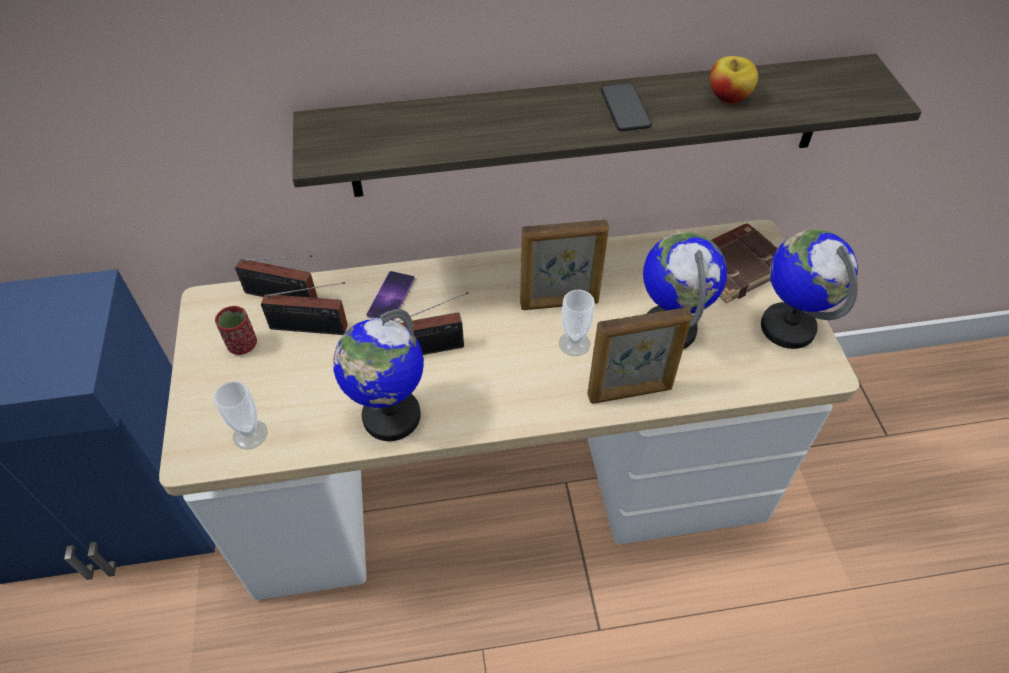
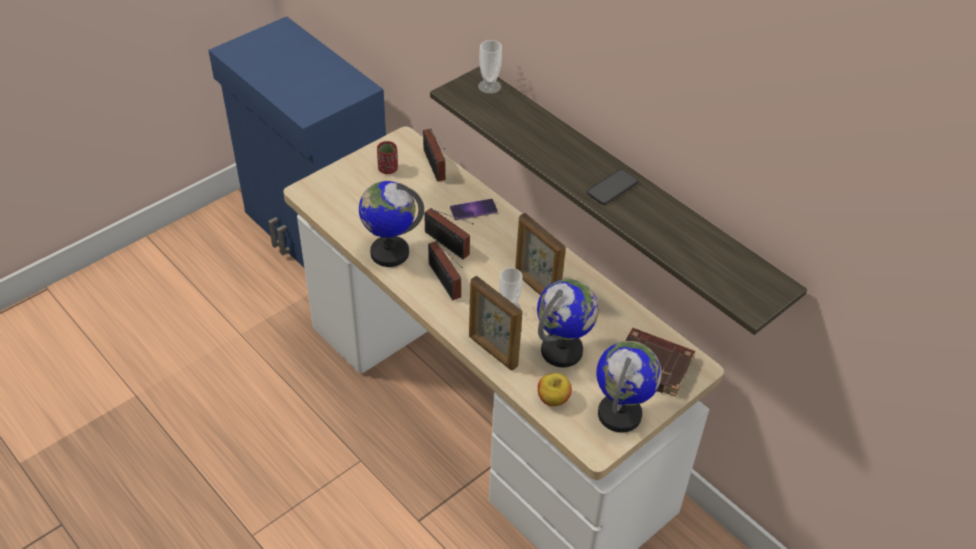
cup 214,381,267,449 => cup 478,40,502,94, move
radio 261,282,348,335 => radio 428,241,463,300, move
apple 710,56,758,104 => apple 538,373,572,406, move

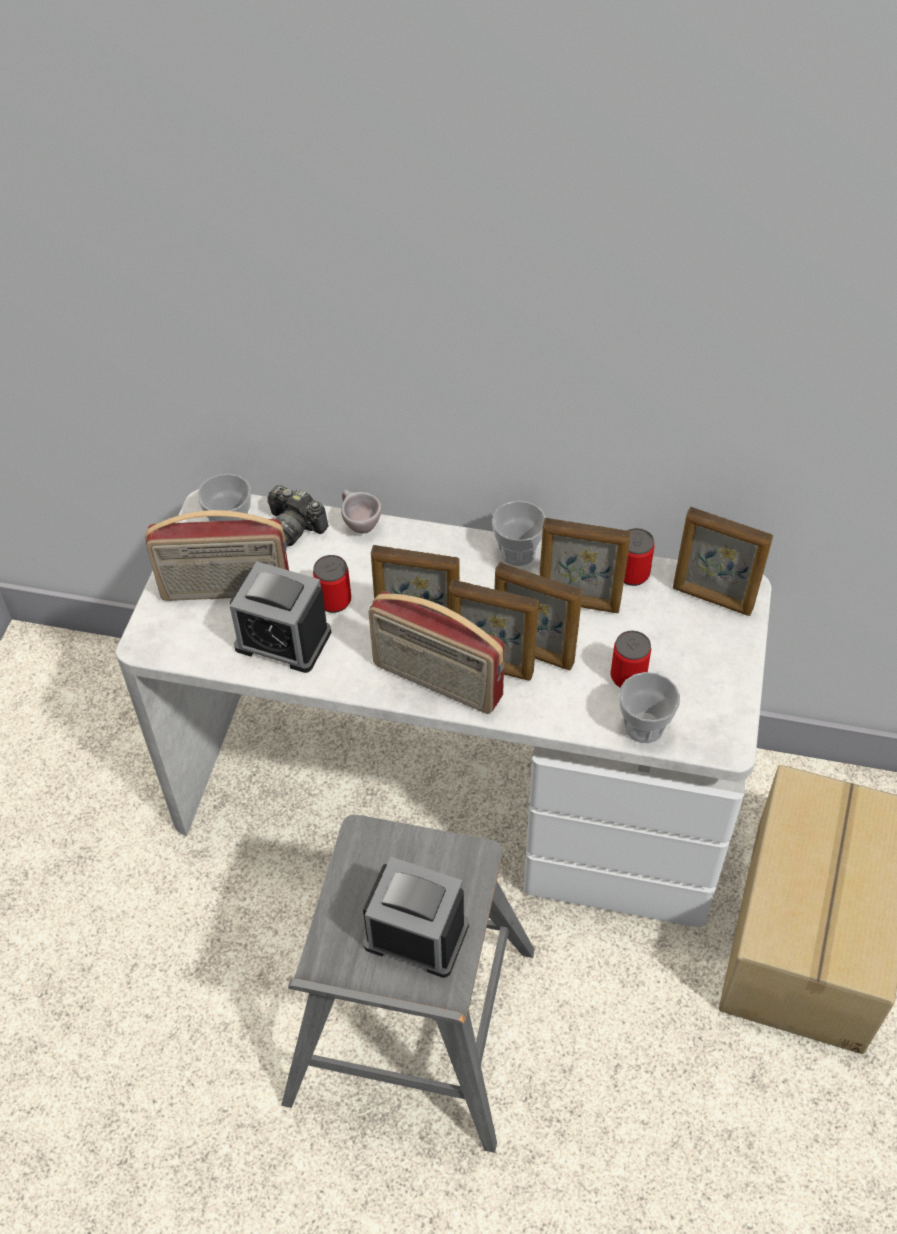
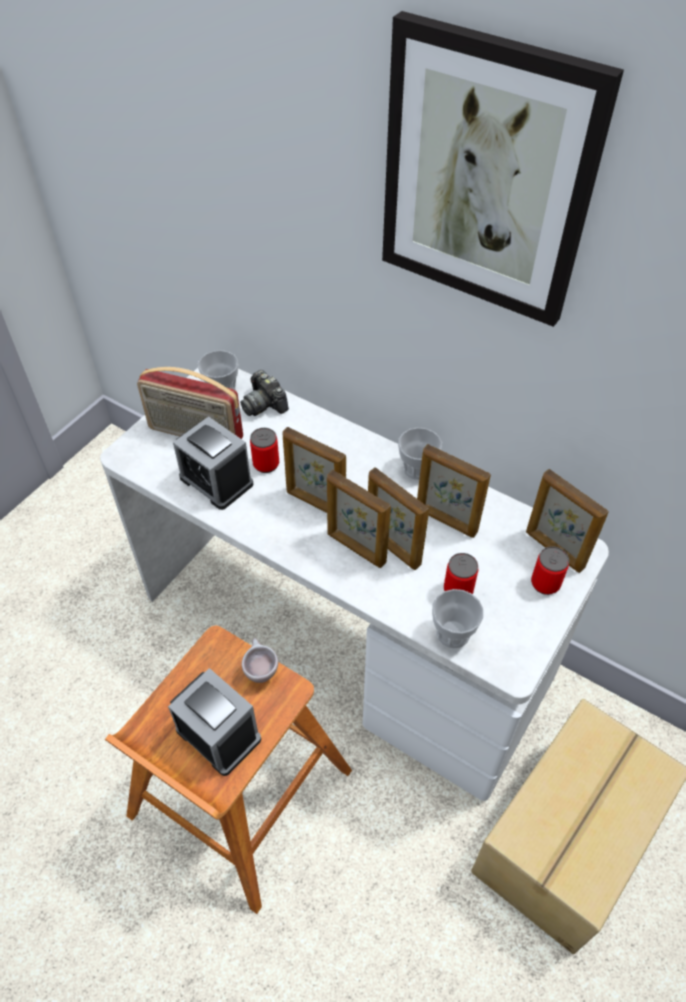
stool (grey) 281,815,535,1153 => stool (brown) 105,626,352,914
cup (beige) 341,490,382,534 => cup (beige) 242,638,278,683, move
radio 369,591,505,714 => nothing
can 624,528,655,586 => can 531,546,569,595, move
nothing => picture 382,11,624,327

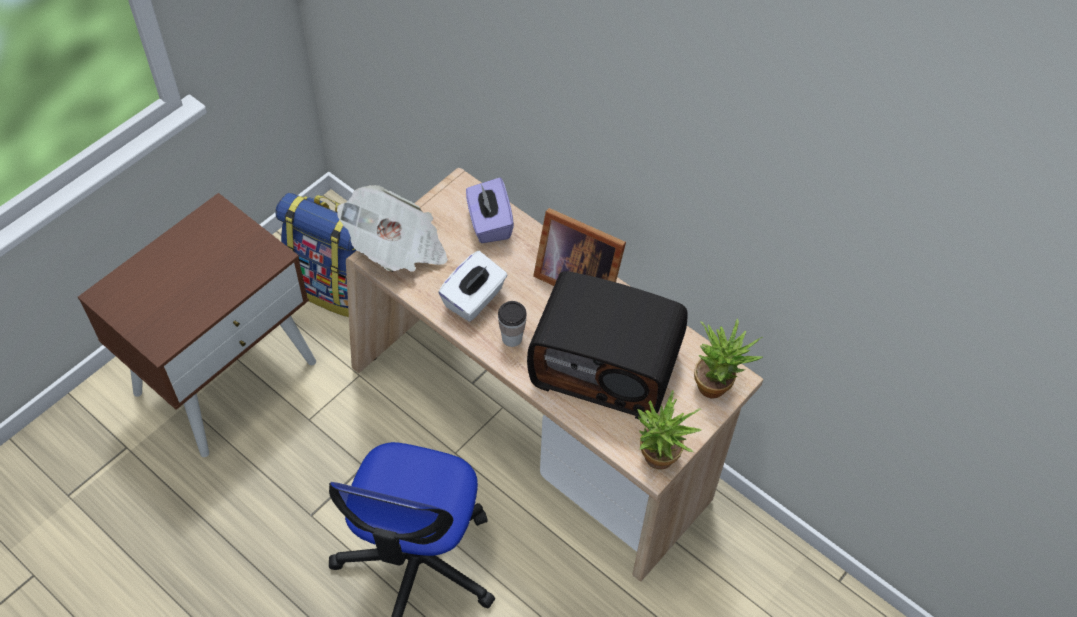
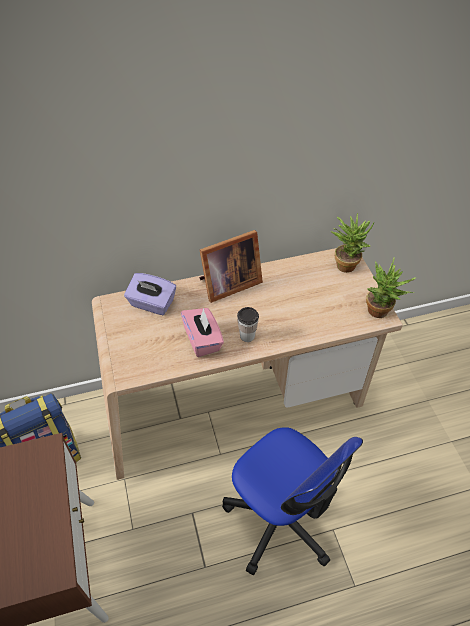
newspaper 337,185,448,272 => nothing
tissue box (white) 438,251,508,322 => tissue box (pink) 181,308,224,357
radio 527,271,688,421 => nothing

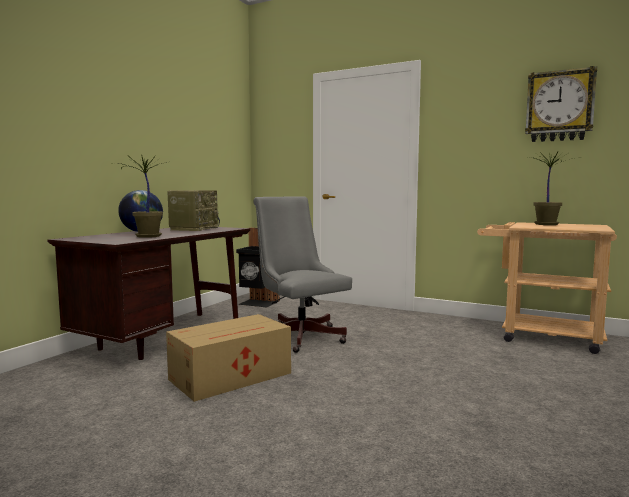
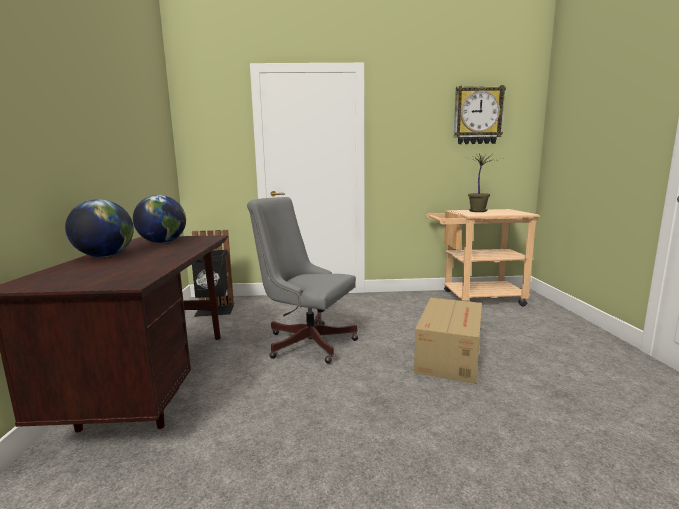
potted plant 119,155,166,238 => nothing
cardboard box 166,314,291,402 => cardboard box 414,298,482,384, move
radio 167,190,220,231 => globe 133,195,186,243

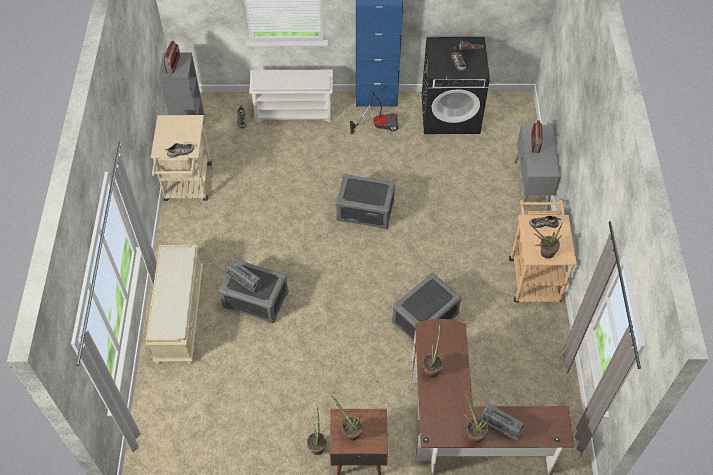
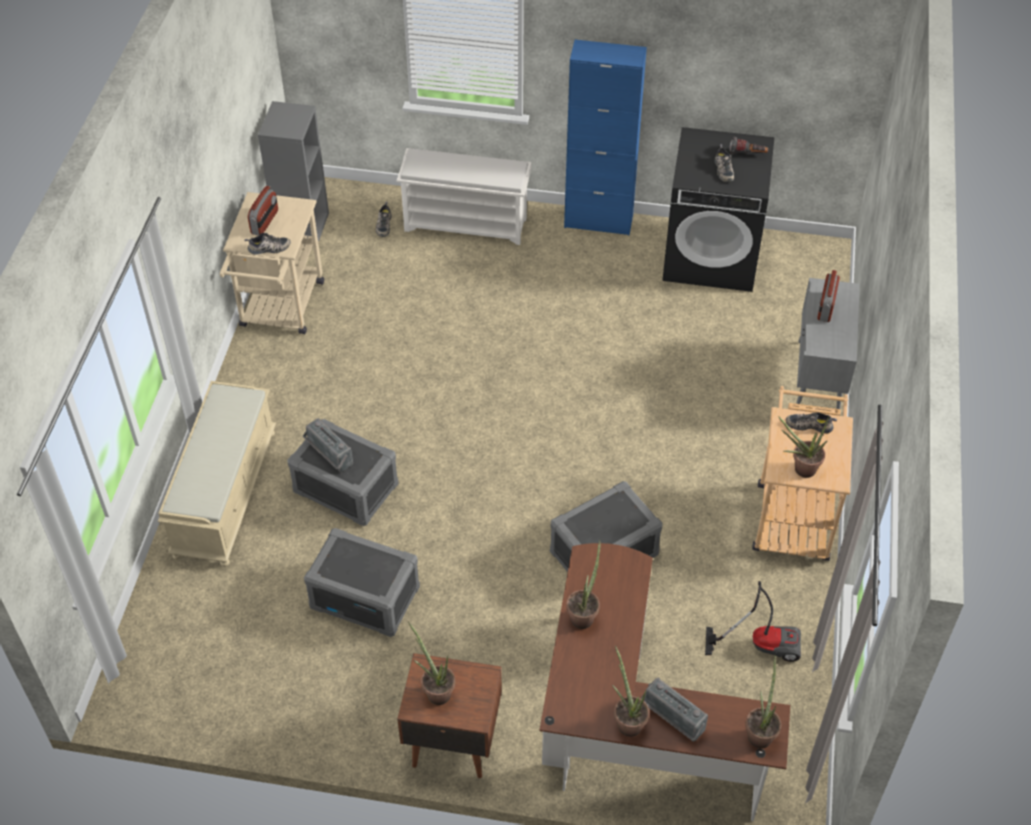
radio 164,41,180,73 => radio 248,186,278,236, move
potted plant 307,404,327,455 => potted plant 745,654,781,748, move
storage box (grey) 336,174,395,229 => storage box (grey) 304,528,420,637, move
vacuum cleaner 350,89,399,134 => vacuum cleaner 705,581,801,662, move

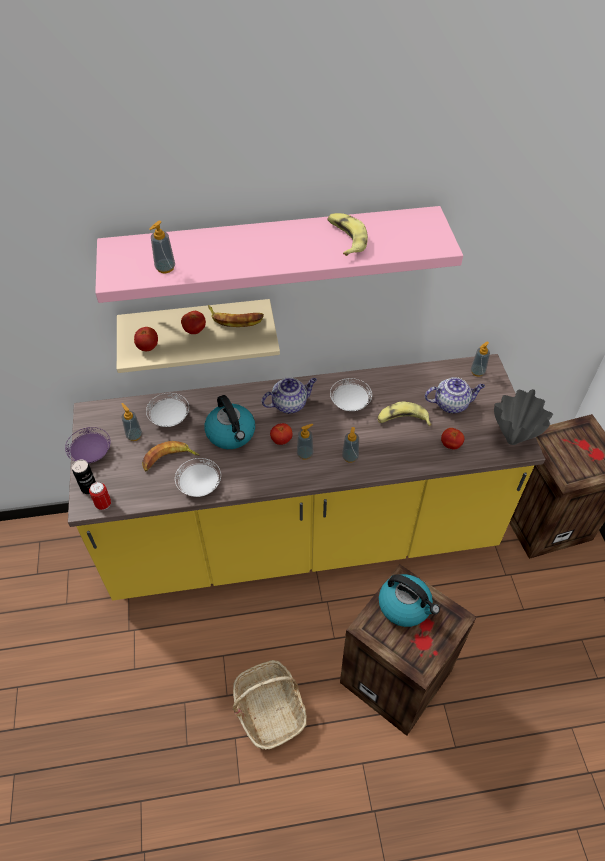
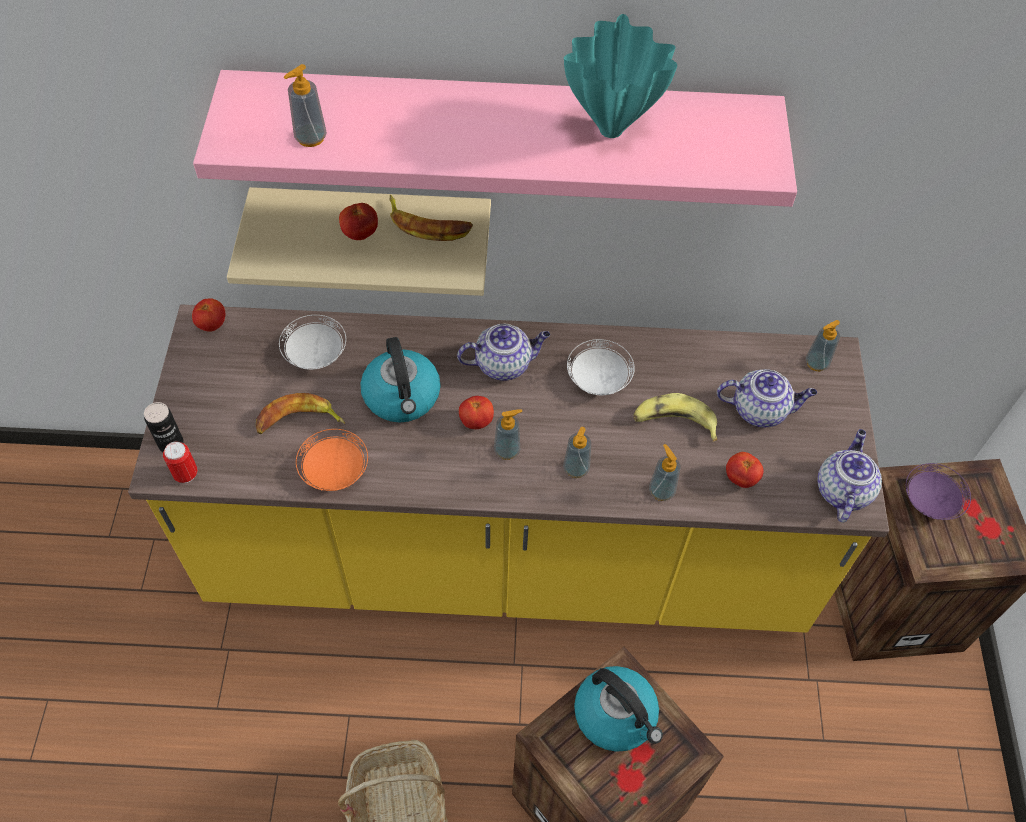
plate (purple) 65,427,111,464 => plate (purple) 906,463,971,520, move
soap dispenser 122,403,142,441 => soap dispenser 649,444,681,501, move
tomato 134,327,158,351 => tomato 192,298,225,332, move
plate (white) 175,458,221,497 => plate (orange) 296,429,368,491
banana 327,213,368,256 => vase (turquoise) 564,14,677,138
vase (grey) 494,389,553,445 => teapot 817,429,882,522

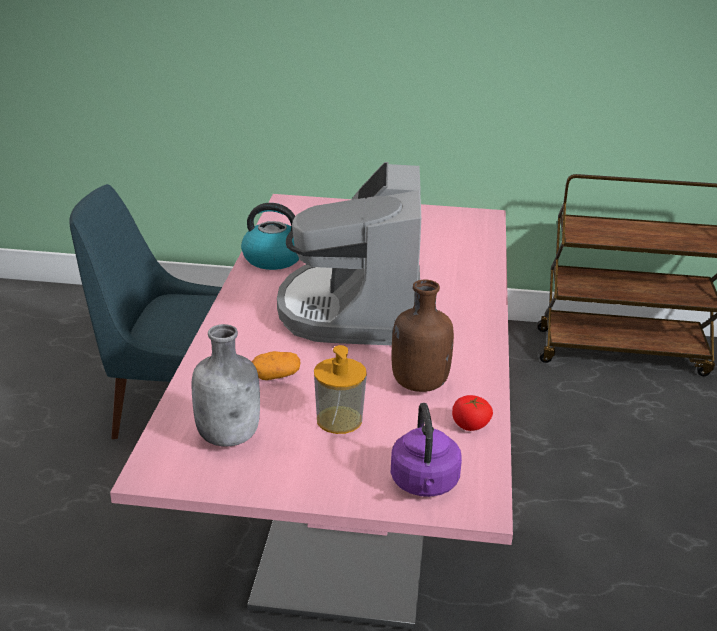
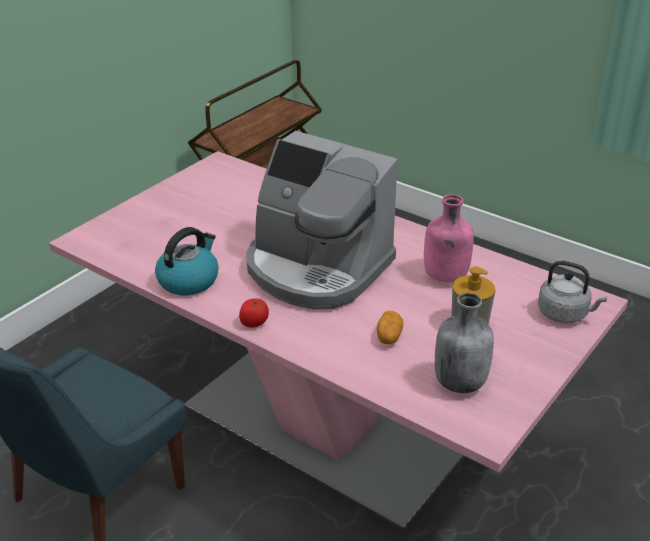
kettle (purple) 391,403,462,497 => kettle (grey) 538,261,607,323
bottle (brown) 392,280,454,392 => bottle (pink) 424,194,474,282
tomato 452,395,493,431 => tomato 239,298,269,328, move

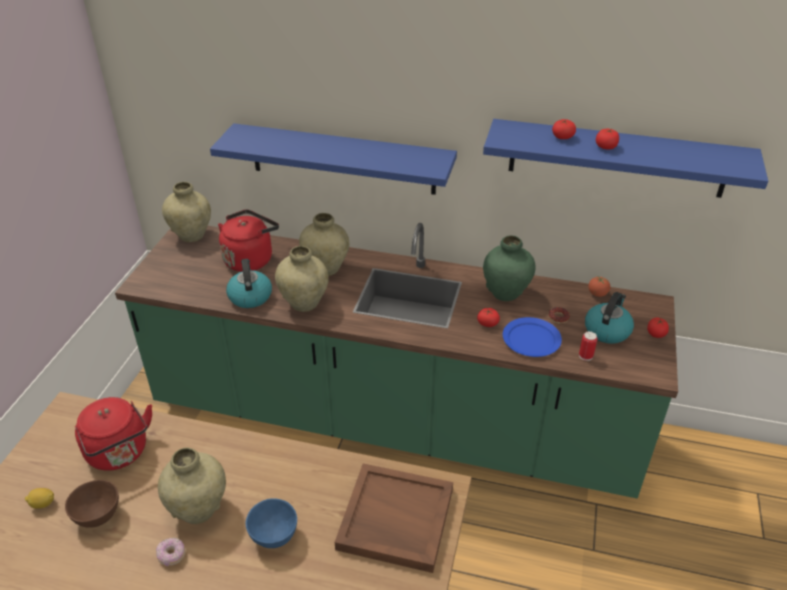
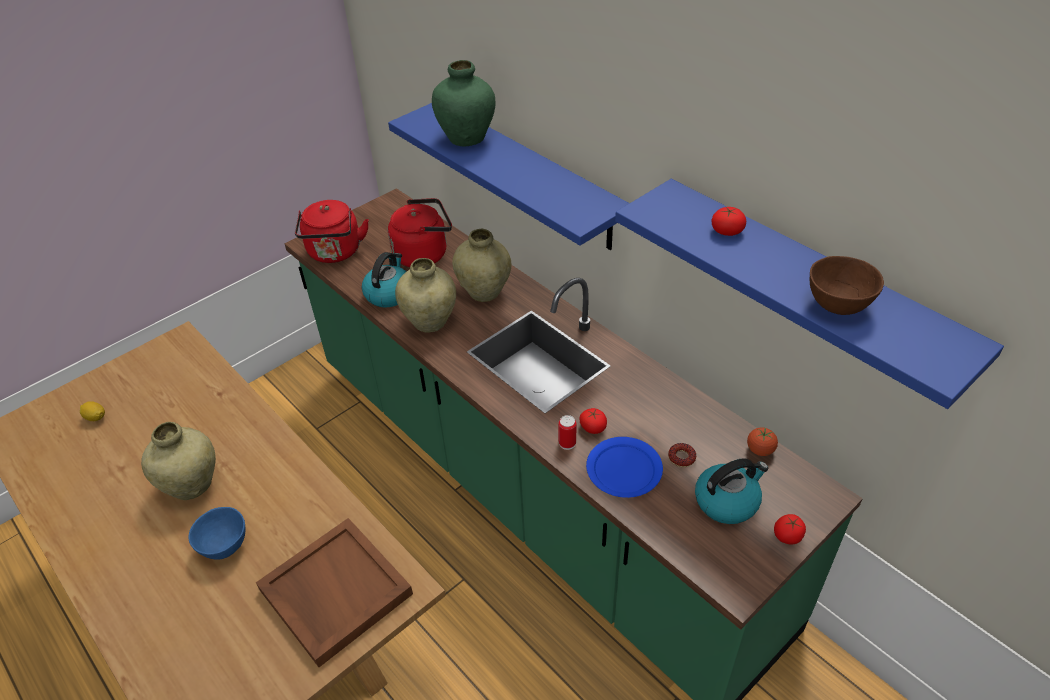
bowl (brown) 65,480,119,528 => bowl (brown) 810,256,884,315, move
kettle (red) 75,397,152,471 => kettle (red) 295,200,369,263, move
donut 156,538,186,567 => nothing
vase (beige) 162,182,211,242 => nothing
vase (green) 483,235,536,301 => vase (green) 432,60,496,146, move
can 579,331,597,361 => can 558,415,576,450, move
tomato 596,128,619,150 => nothing

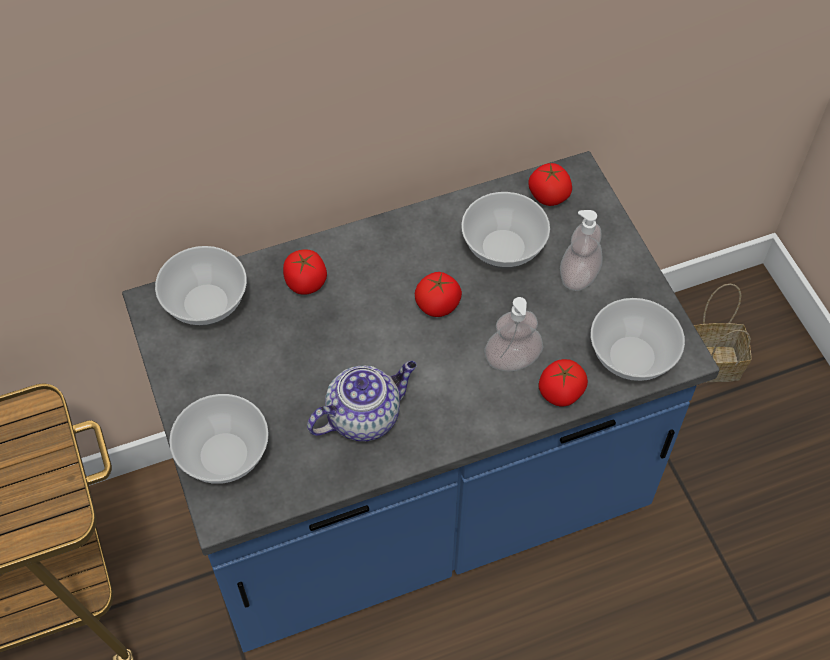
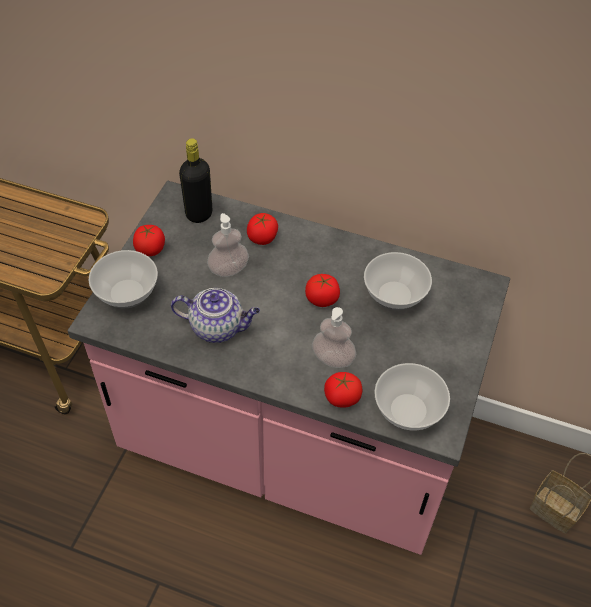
counter (blue) 122,151,720,652 => counter (pink) 68,181,510,555
bowl 155,246,247,326 => bottle (black) 179,138,213,223
tomato 528,163,572,206 => tomato 133,225,165,256, move
soap dispenser 560,210,603,291 => soap dispenser 207,213,249,277, move

